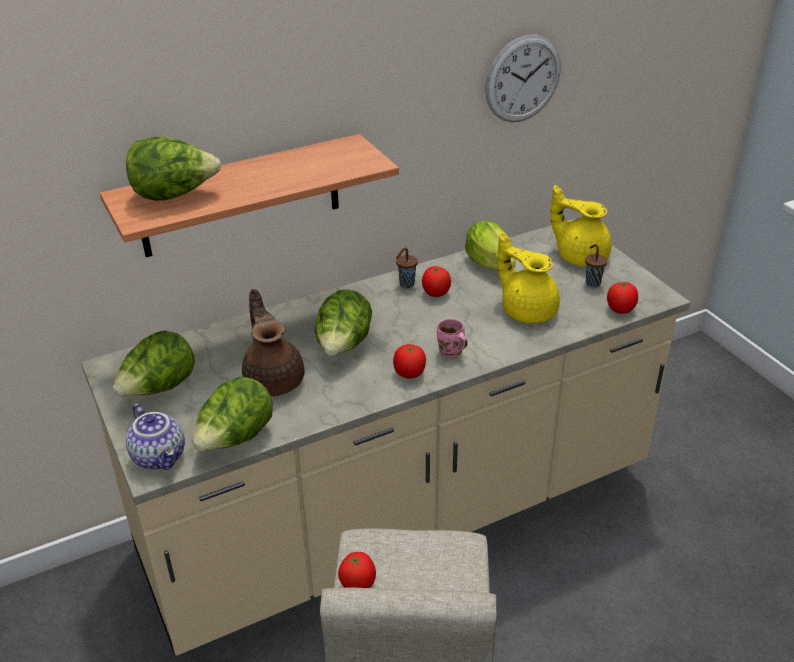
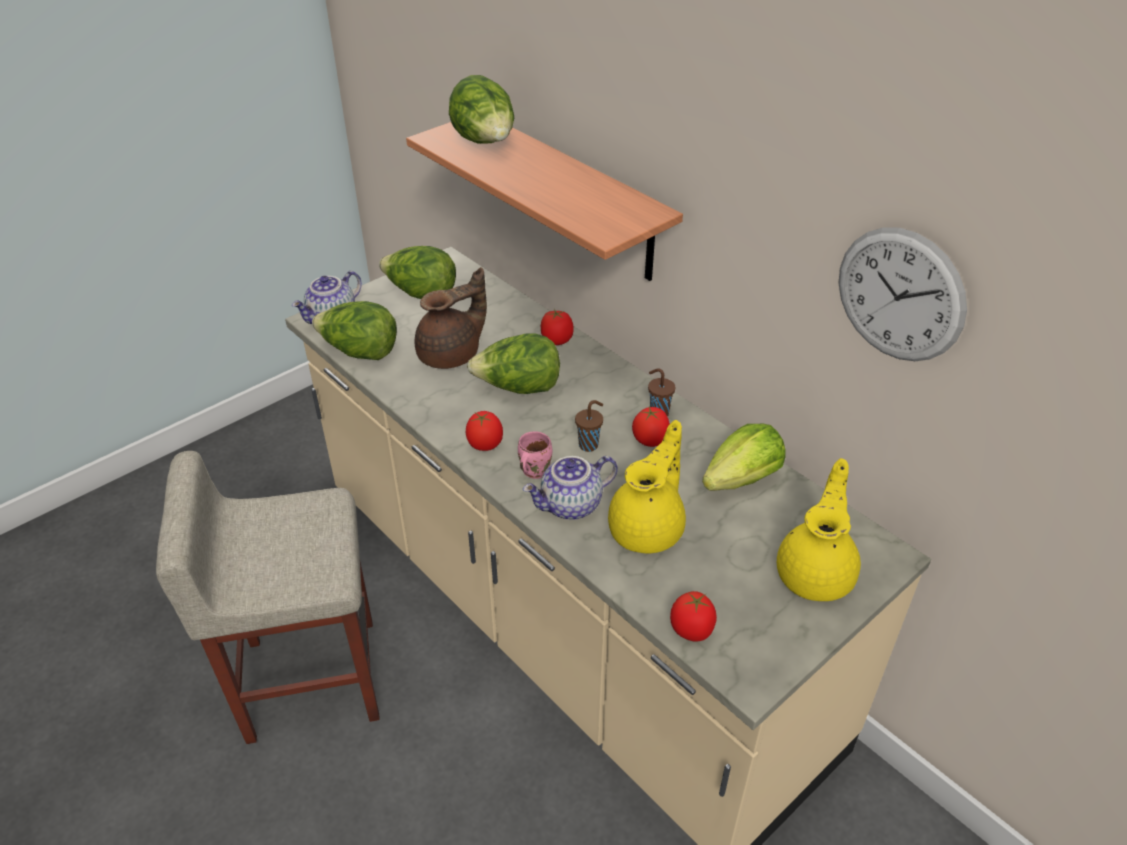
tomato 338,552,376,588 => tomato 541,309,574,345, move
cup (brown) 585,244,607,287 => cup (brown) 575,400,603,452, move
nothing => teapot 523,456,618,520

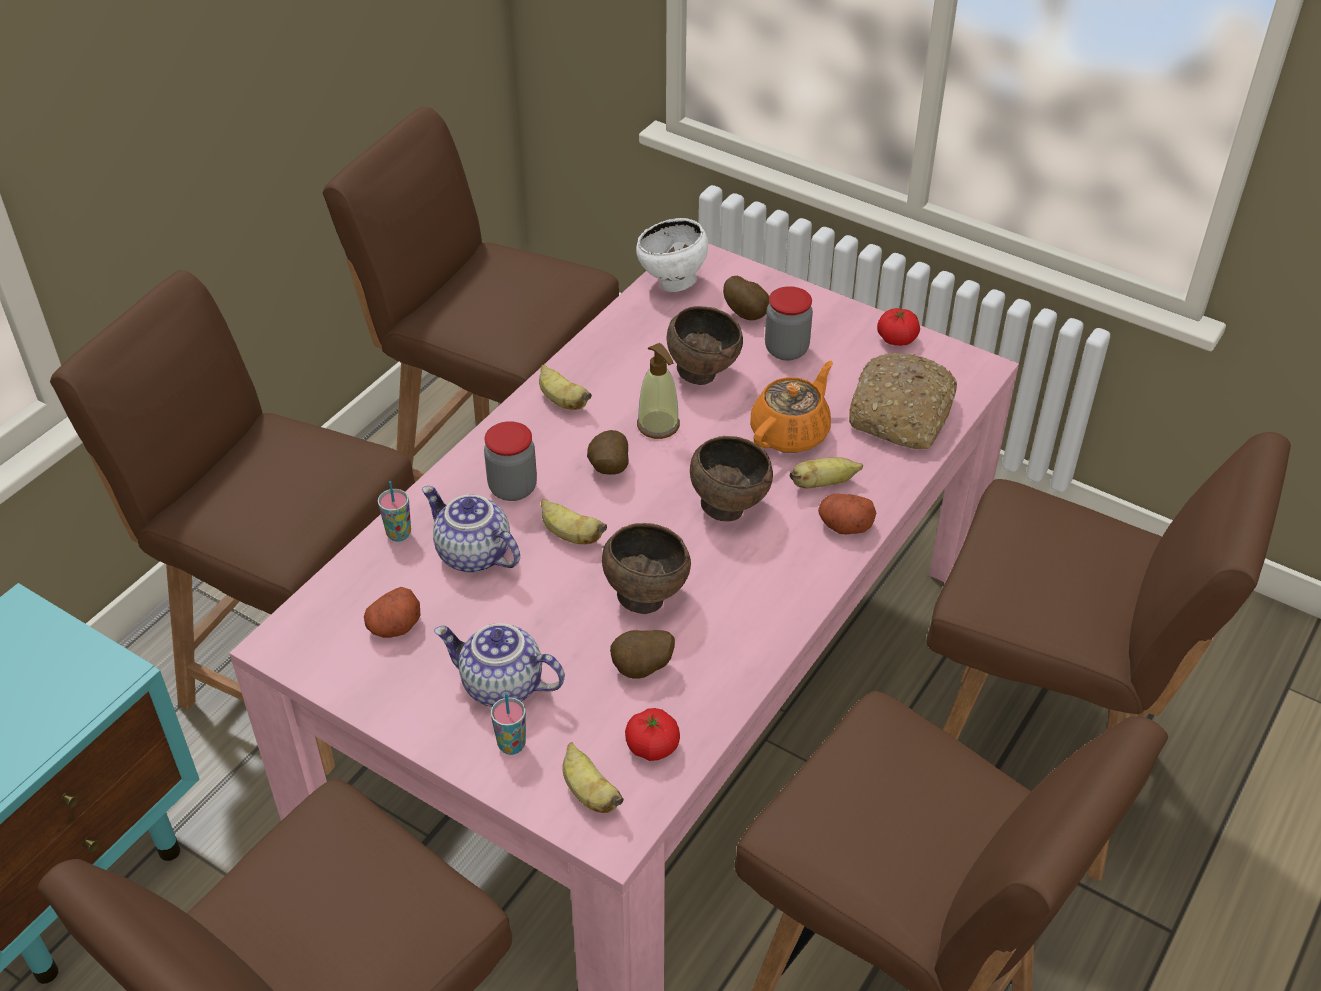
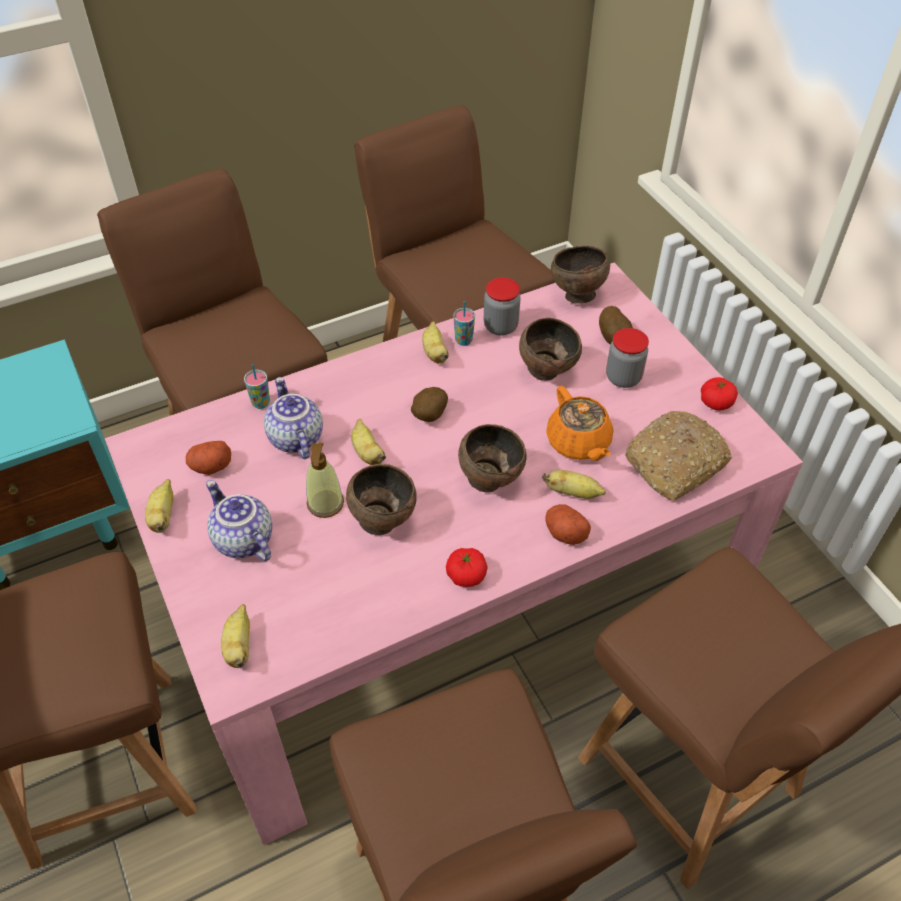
jar 484,421,537,501 => jar 484,277,521,336, move
cup 491,693,526,755 => cup 454,301,475,346, move
potato 610,630,675,679 => nothing
tomato 625,708,680,761 => tomato 446,548,488,587, move
bowl (white) 636,218,708,292 => bowl (brown) 551,246,610,304
soap dispenser 637,343,680,439 => soap dispenser 306,443,344,518, move
teapot (orange) 750,361,833,453 => teapot (orange) 546,386,613,461, 90 degrees clockwise
nothing => banana 145,479,173,533

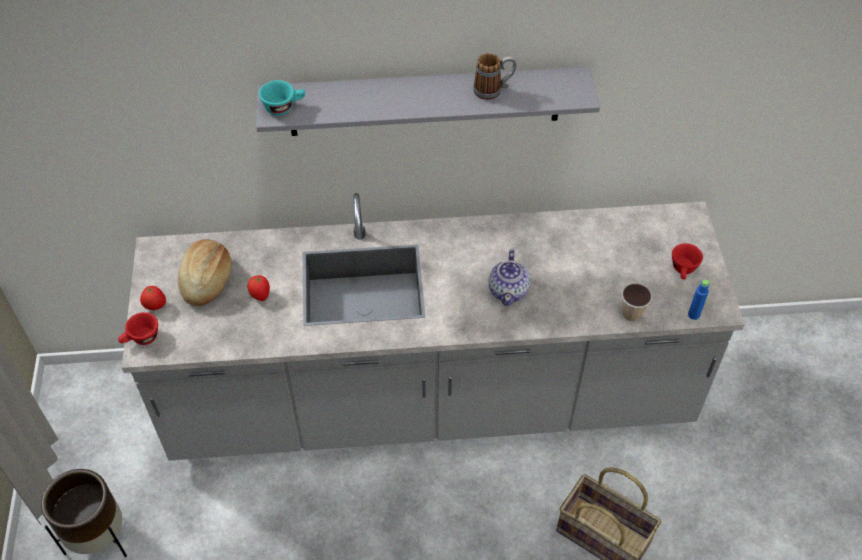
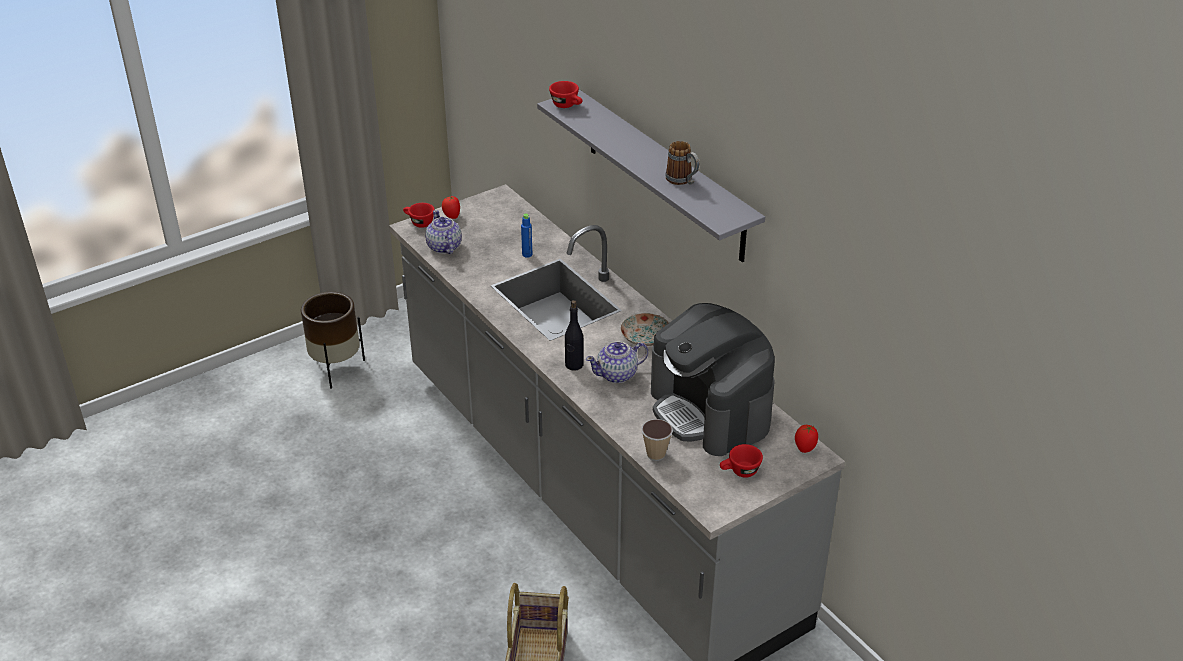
bread 178,239,232,306 => nothing
tomato 247,275,270,301 => tomato 795,425,818,453, move
cup (turquoise) 259,80,305,116 => cup (red) 549,81,582,108
bottle (blue) 688,280,711,320 => bottle (blue) 521,214,532,258, move
nothing => teapot 425,210,462,254
nothing => bottle (black) 565,300,584,371
nothing => plate 620,313,669,346
nothing => coffee machine 651,303,775,456

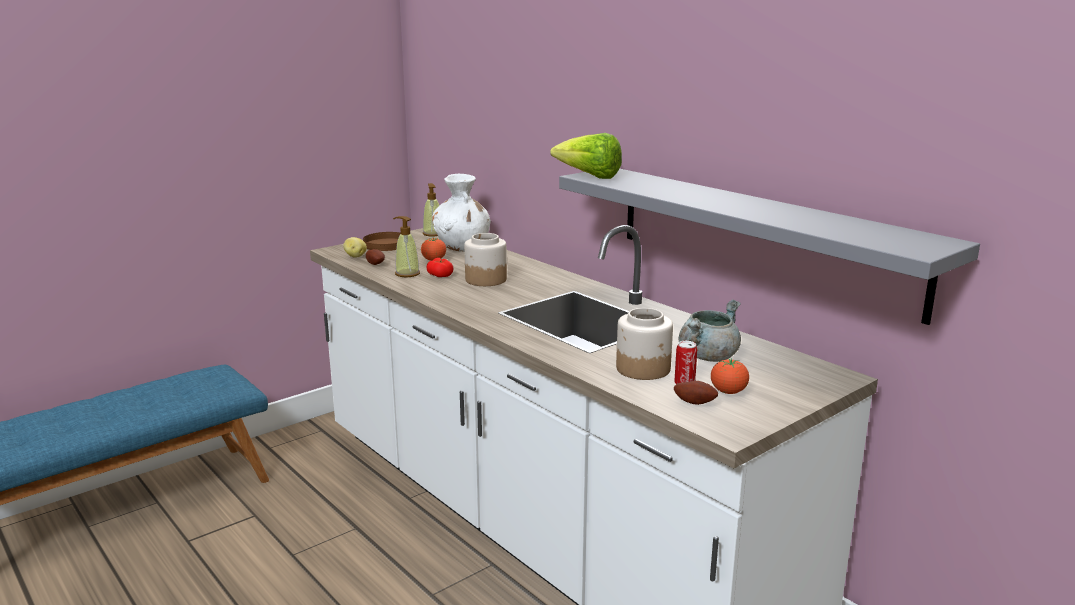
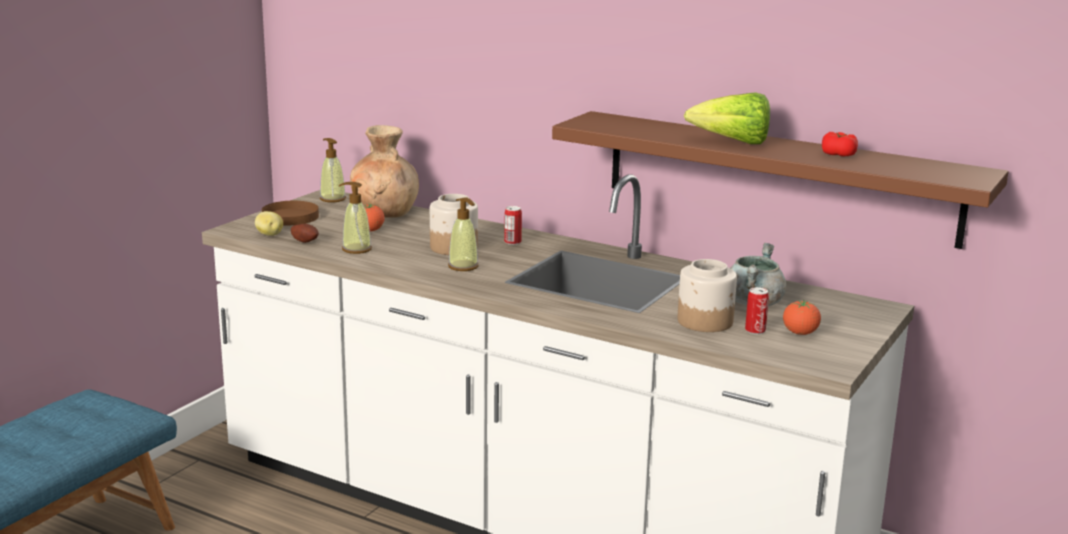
tomato 426,258,453,277 => tomato 822,132,858,157, move
vase (white) 432,174,491,252 => vase (brown) 350,125,419,218
lettuce 550,133,622,179 => lettuce 684,92,770,144, move
shelf (grey) 559,169,980,325 => shelf (brown) 552,111,1009,249
potato 674,381,718,405 => nothing
nothing => soap dispenser 448,197,479,271
nothing => can 504,206,522,245

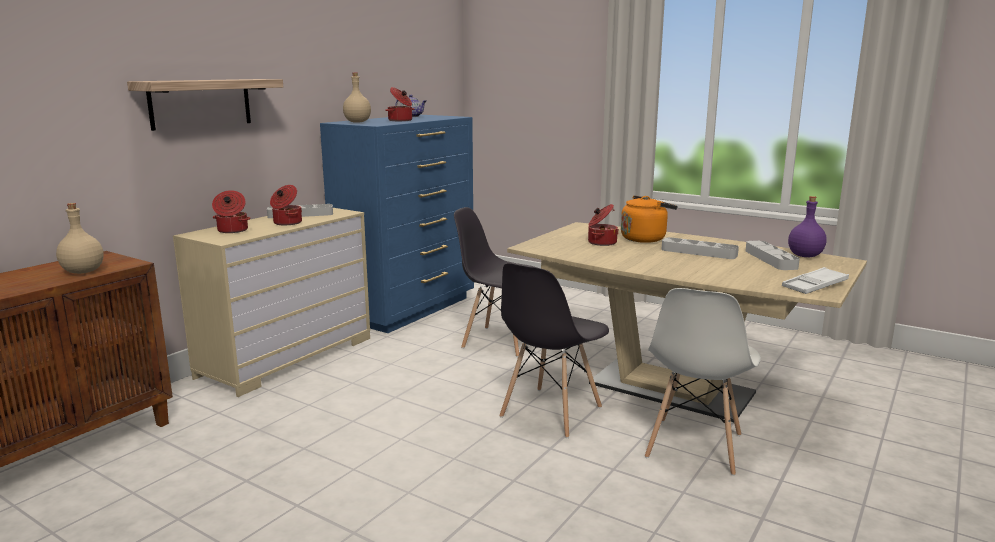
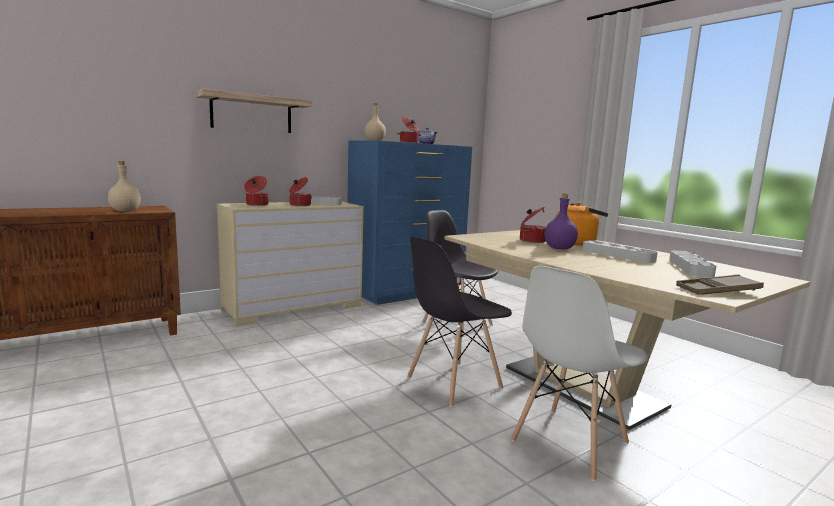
tray (white) 782,267,849,294 => tray (brown) 676,274,764,295
bottle (purple) 788,196,827,257 => bottle (purple) 545,194,578,249, move

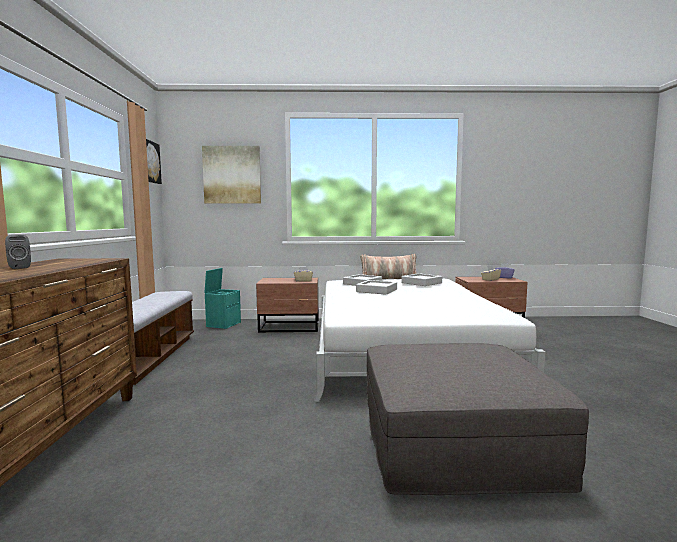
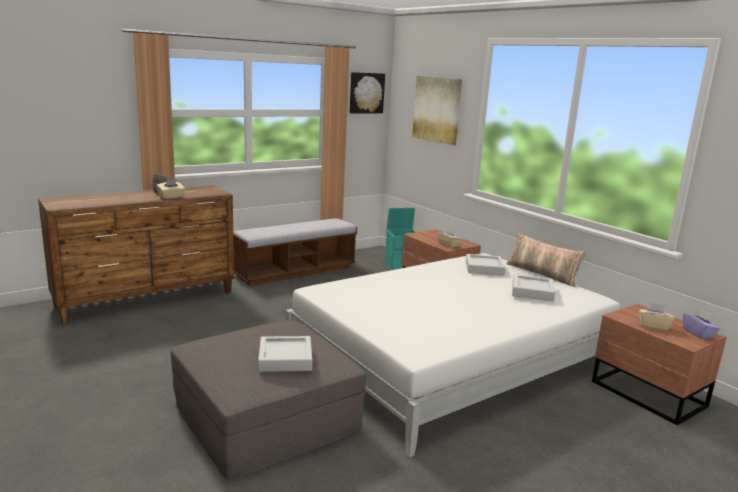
tray (grey) 356,280,397,295 => tray (grey) 258,336,312,372, move
nothing => tissue box (beige) 157,179,185,199

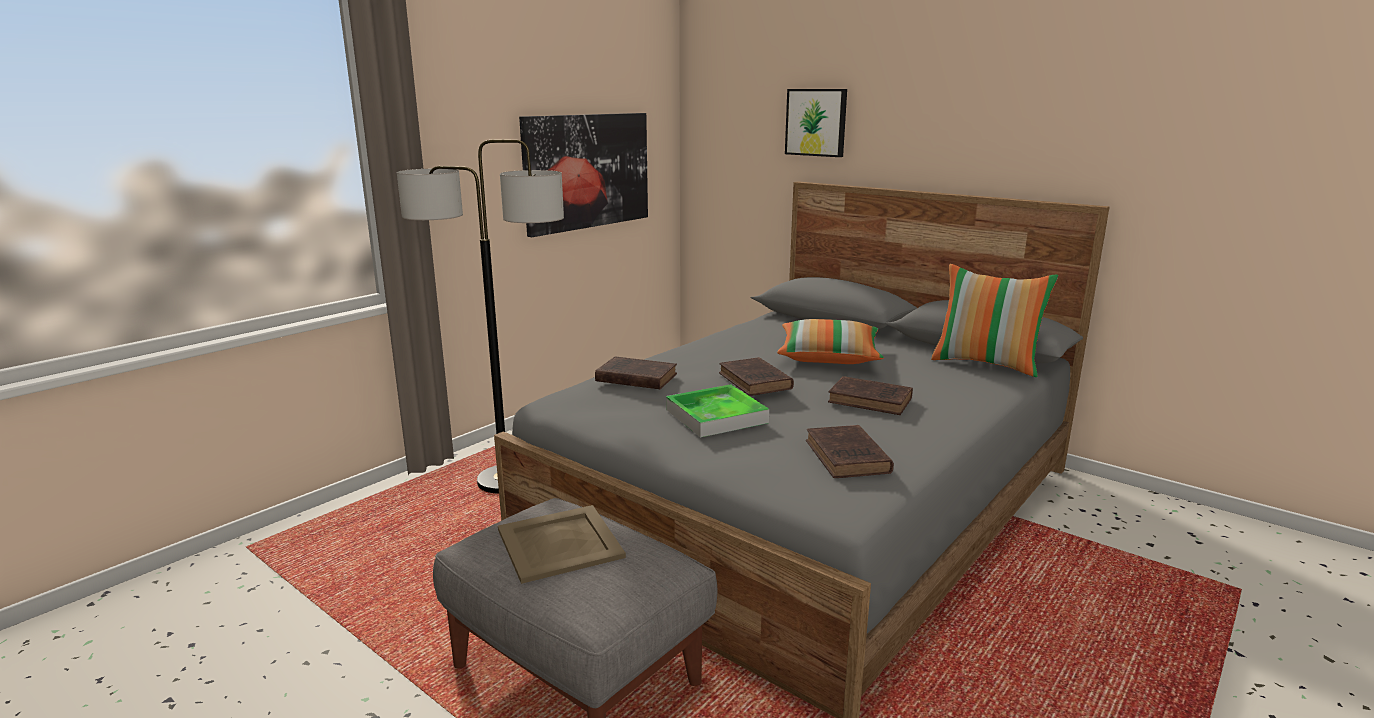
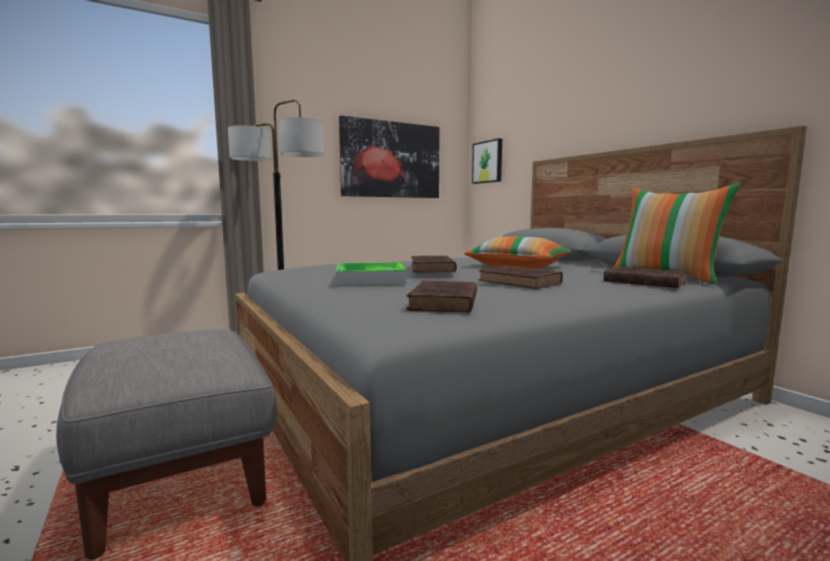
tray (beige) 498,505,626,584 => nothing
book (brown) 595,357,677,389 => book (brown) 604,266,687,288, move
picture 785,89,847,157 => picture 472,138,502,184, move

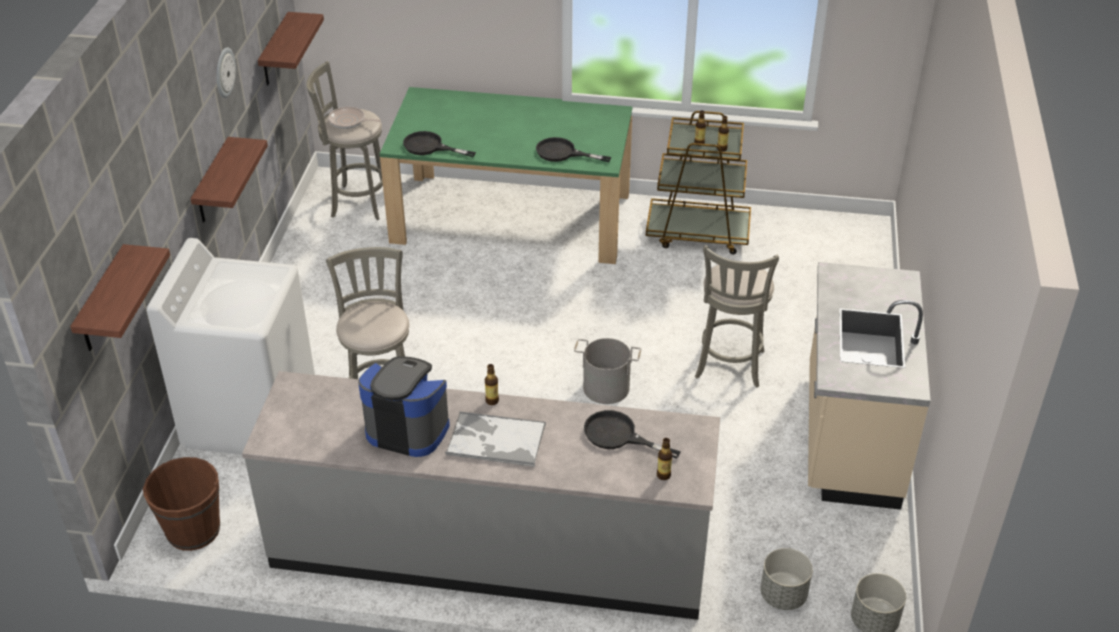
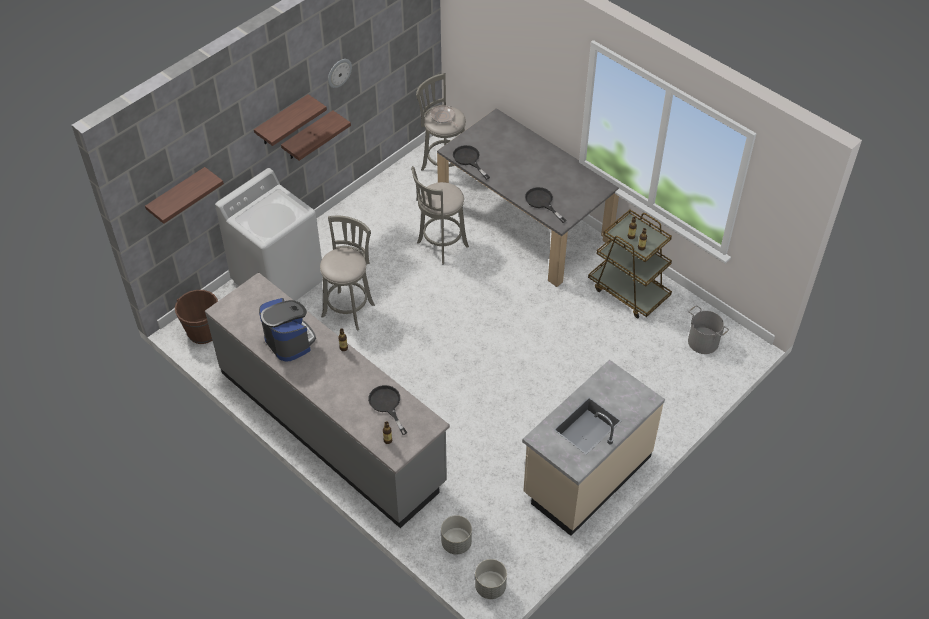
shelf 258,12,324,85 => shelf 254,94,327,146, move
dining table (green) 380,87,633,264 => dining table (grey) 437,108,619,287
tray 445,412,546,467 => nothing
bucket (grey) 574,338,641,404 => bucket (grey) 688,305,729,354, move
stool (grey) 695,245,779,387 => stool (grey) 411,166,469,264, move

